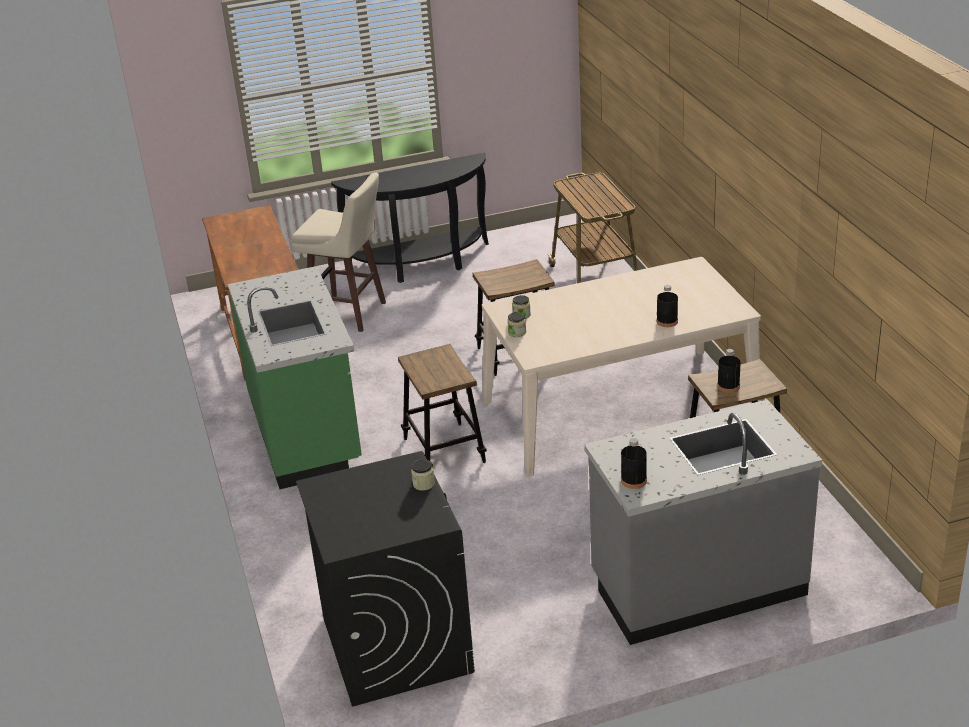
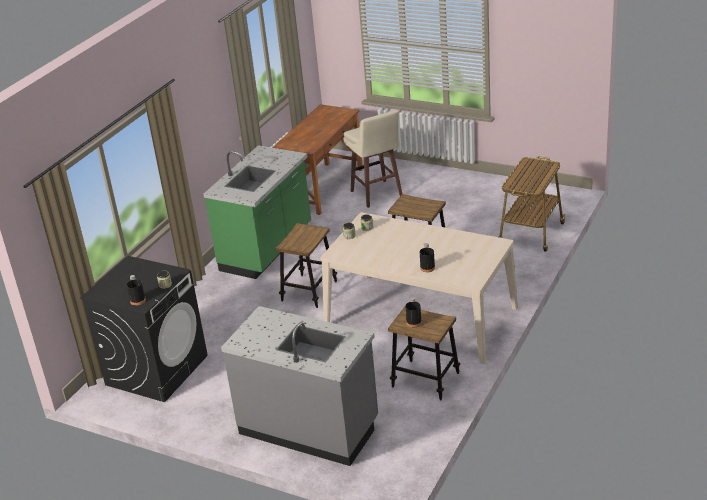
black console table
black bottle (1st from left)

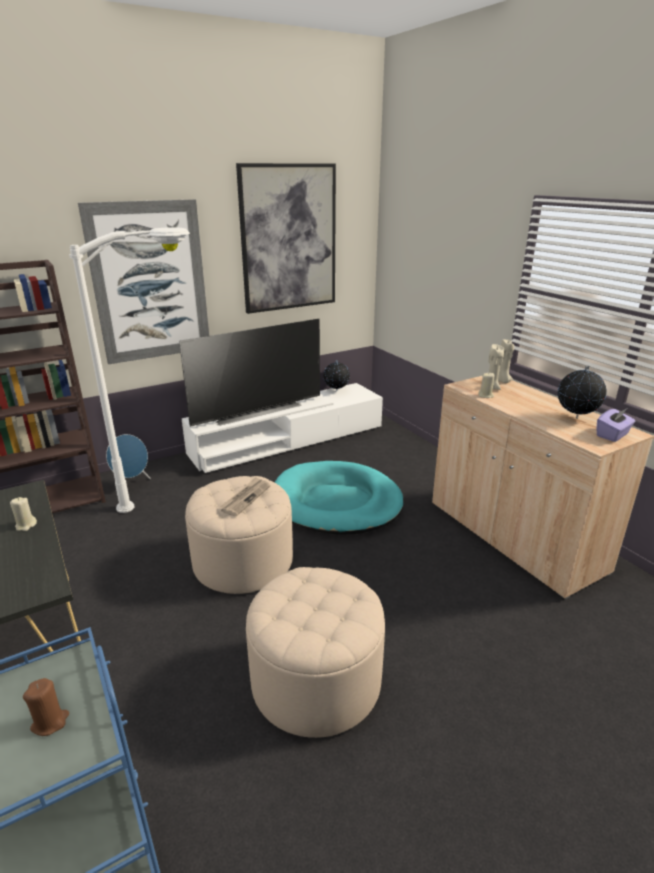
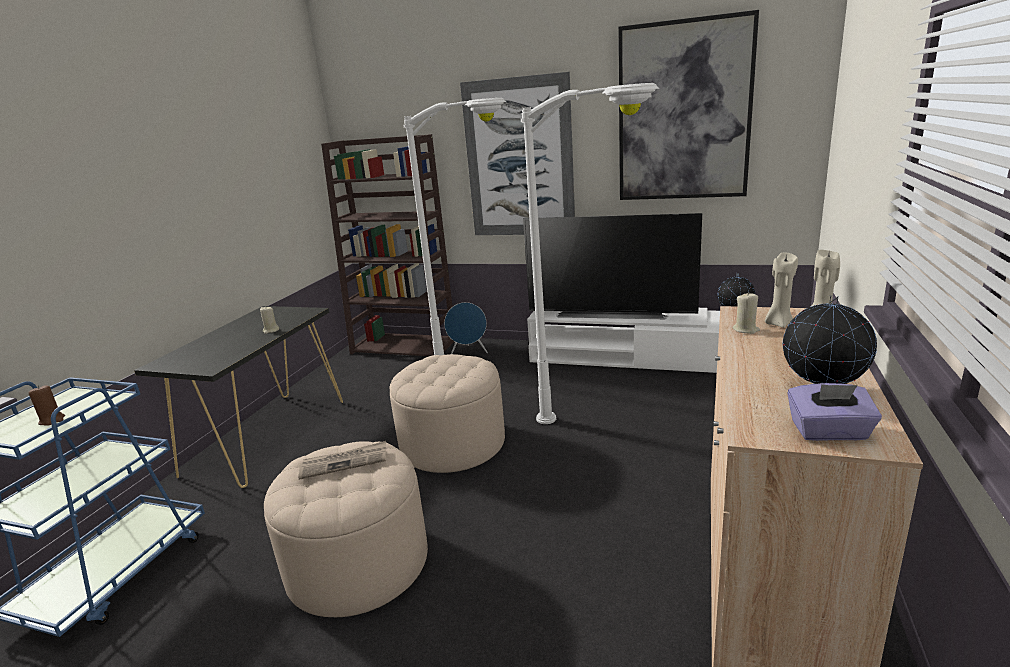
newspaper
white floor lamp (2nd from left)

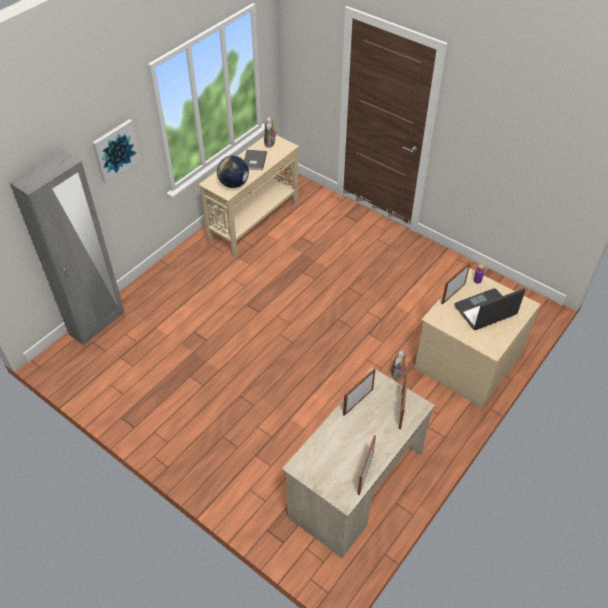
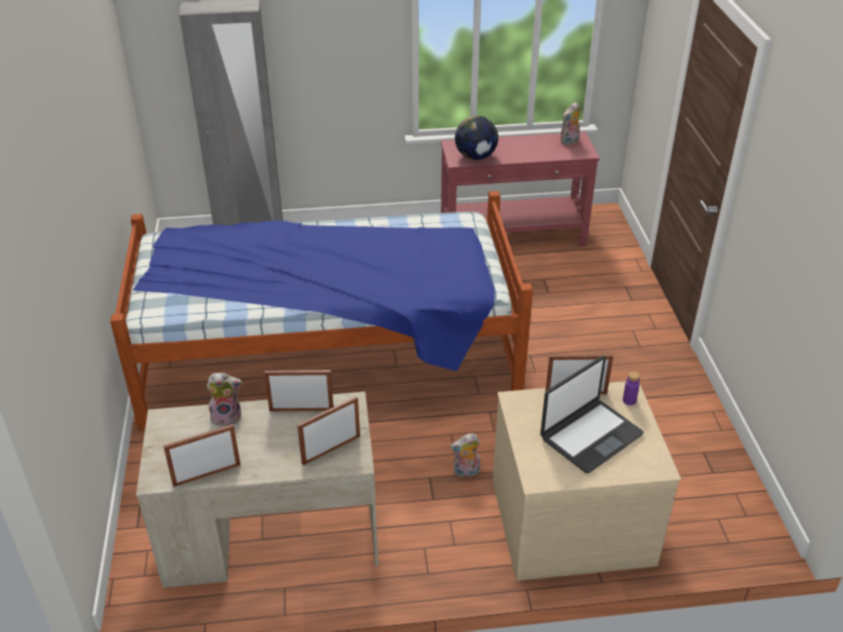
picture
red console table
grey book
laptop
bed
plush toy (1st from left)

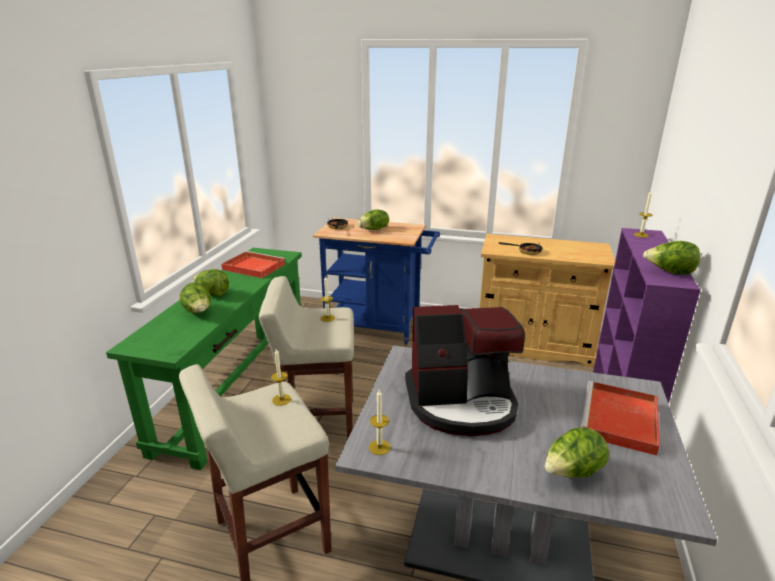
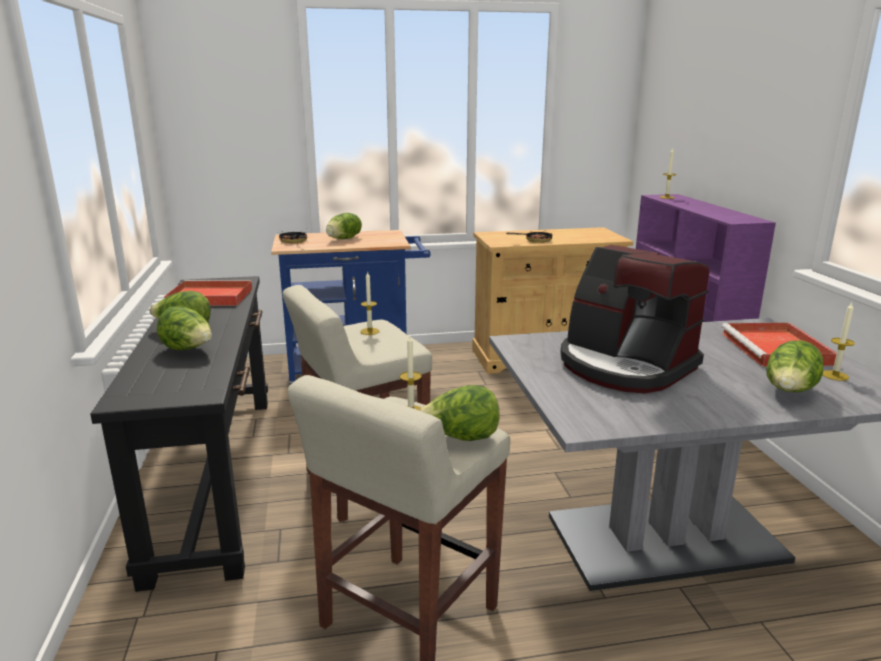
black console table
candle (4th from left)
coffee machine
lettuce (4th from left)

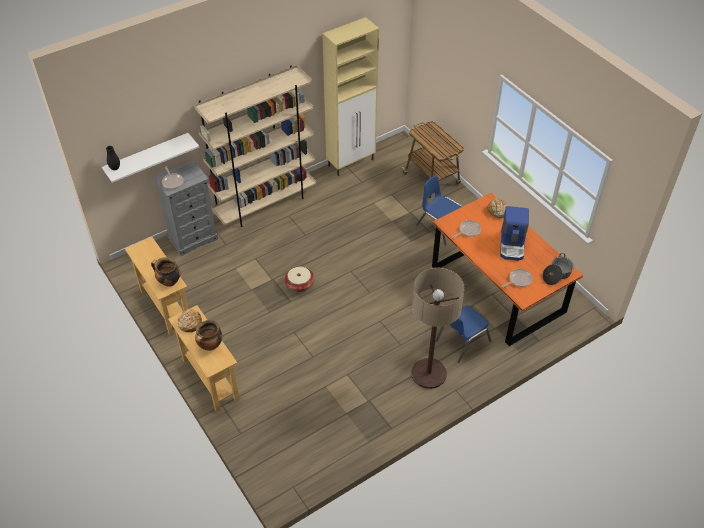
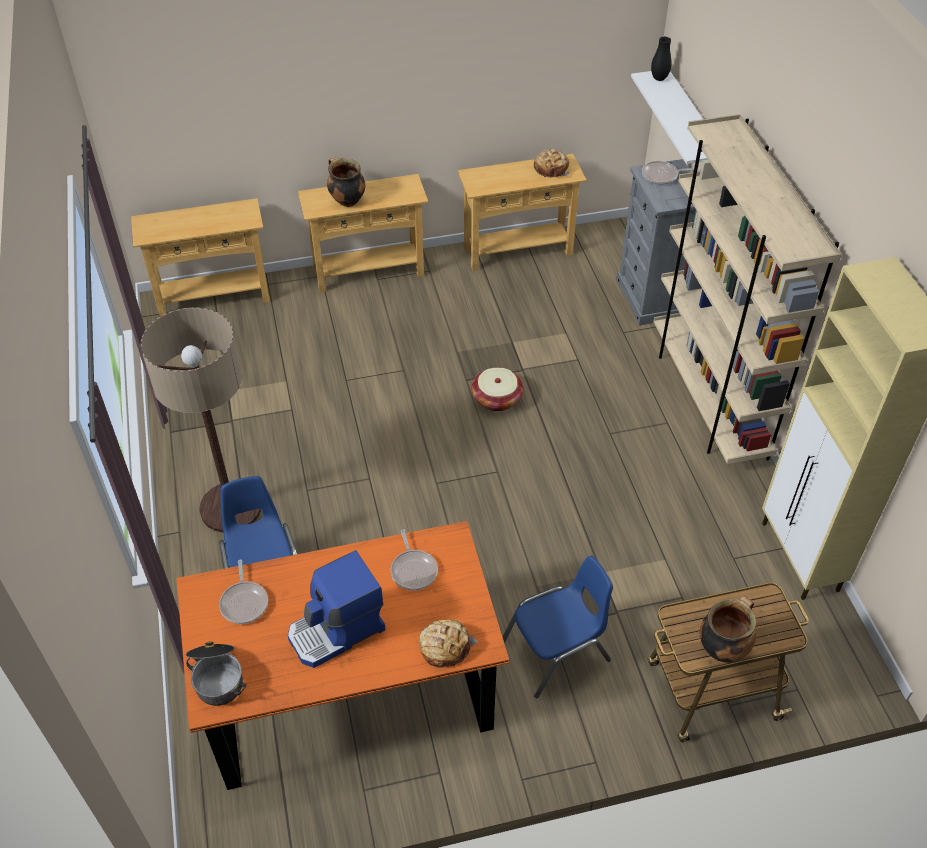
cooking pot (3rd from left)
bread (2nd from left)
coffee machine
beige console table (1st from left)

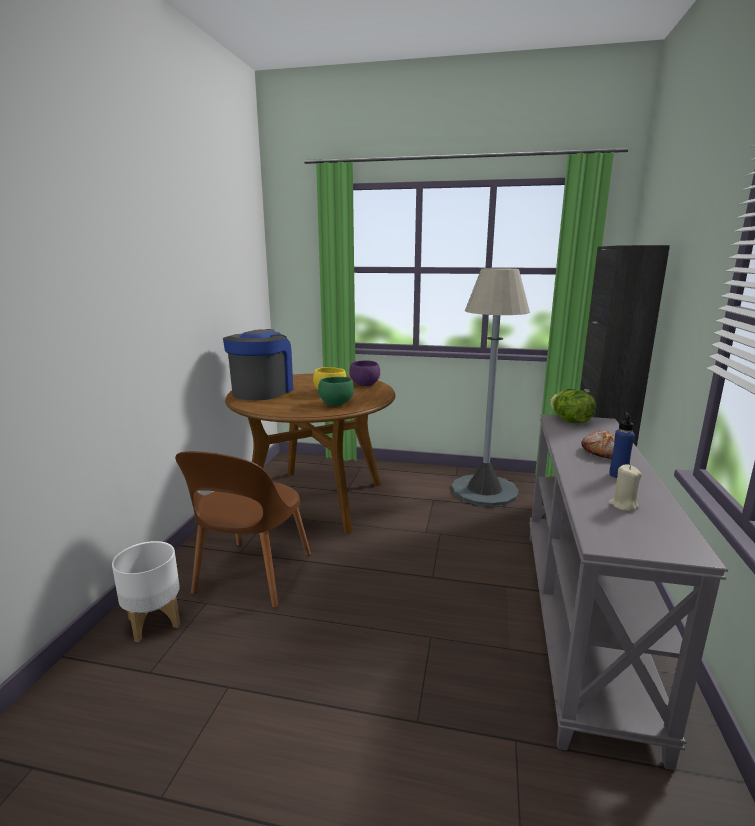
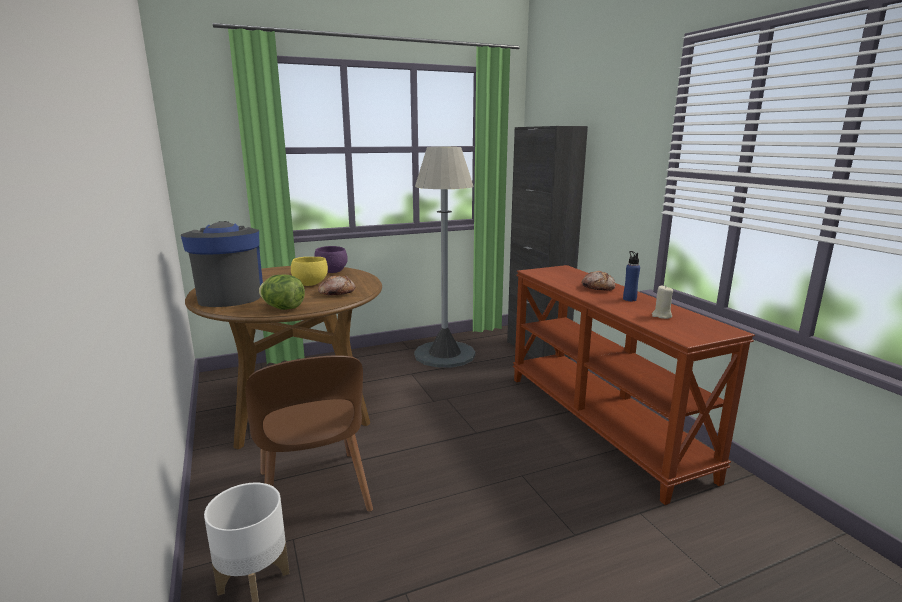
bread (1st from left)
brown console table
lettuce

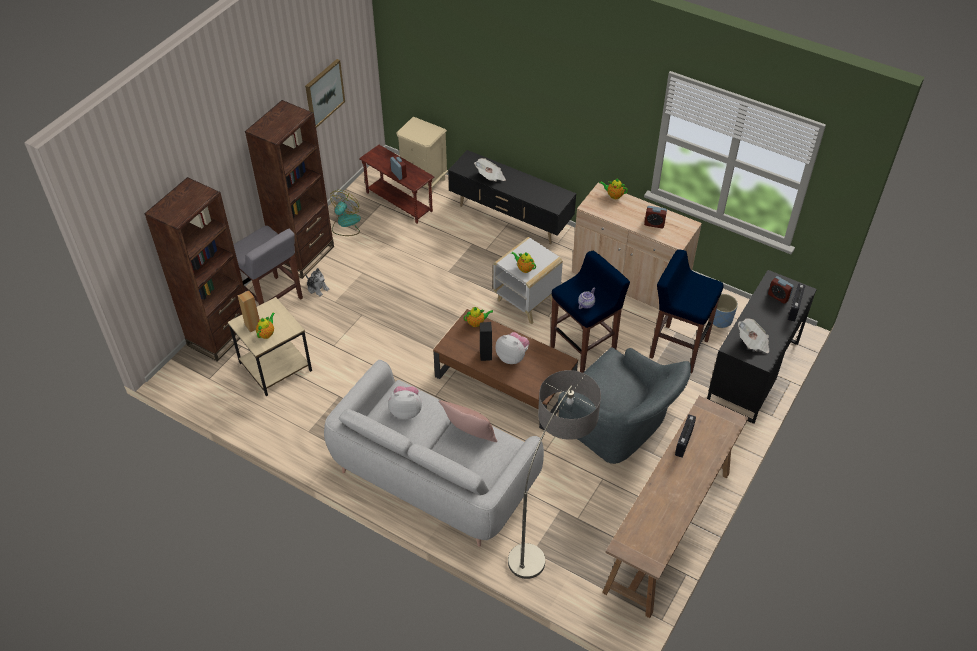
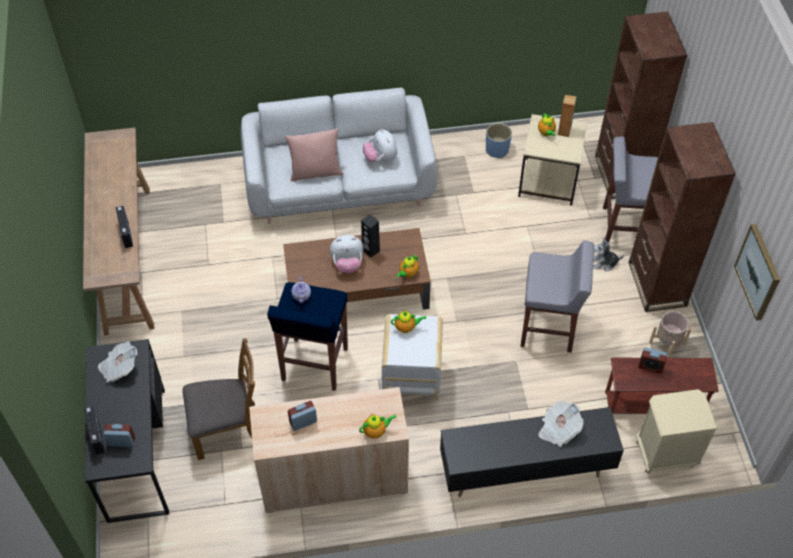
beige planter
plush toy (2nd from left)
floor lamp
grey armchair
brown chair
blue planter
grey stool (1st from left)

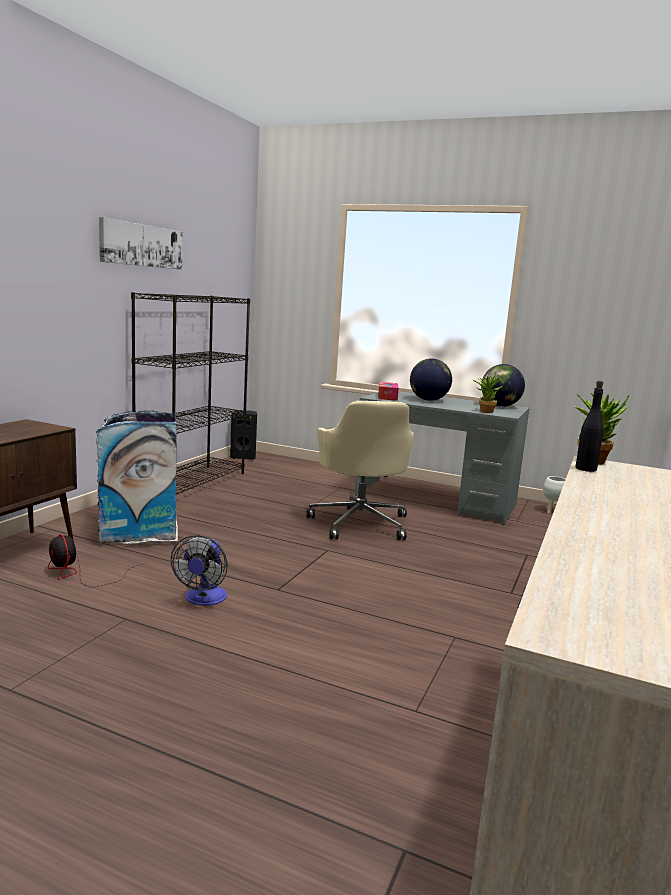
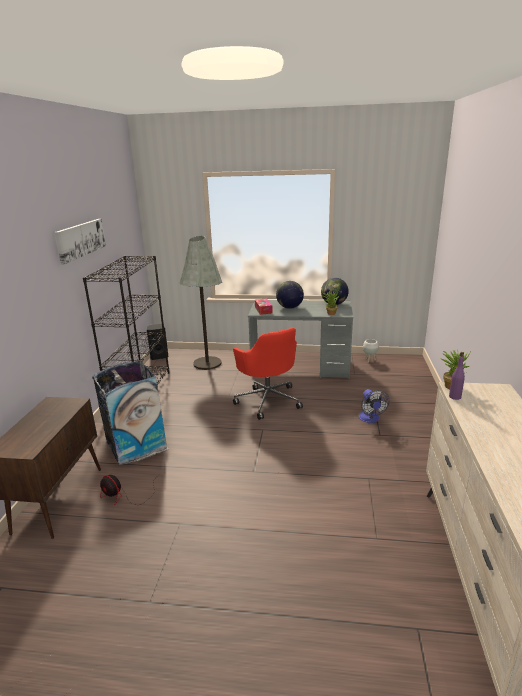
fan (2nd from left)
red office chair
purple bottle
grey floor lamp

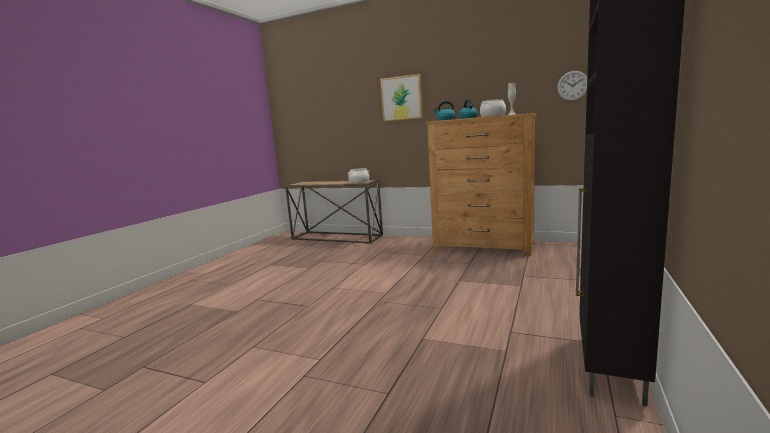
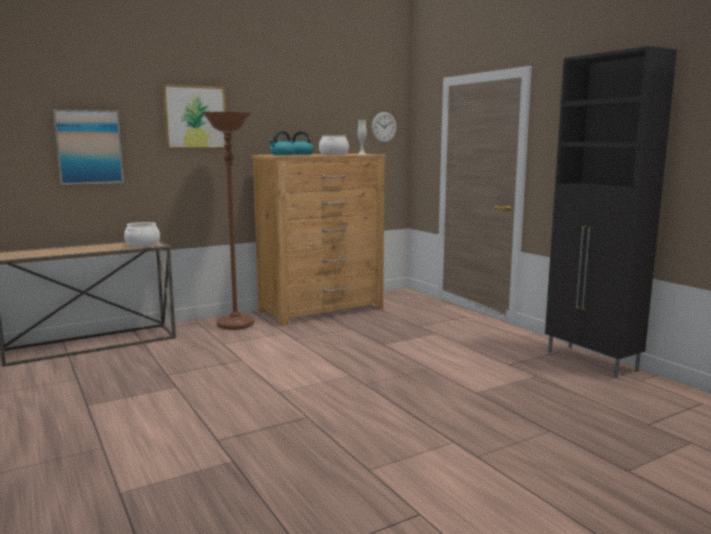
picture (1st from left)
brown floor lamp

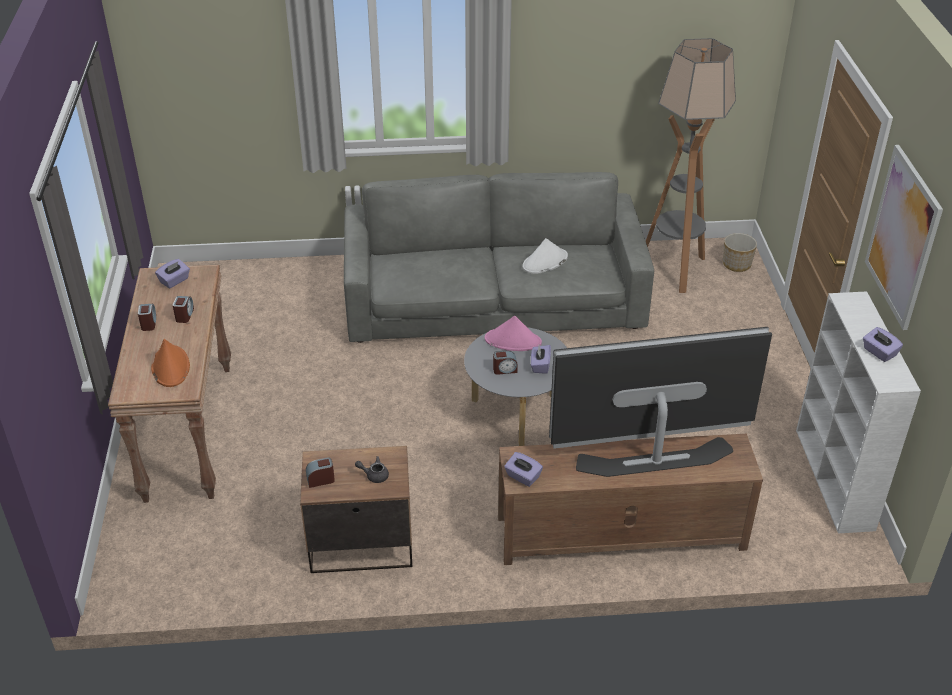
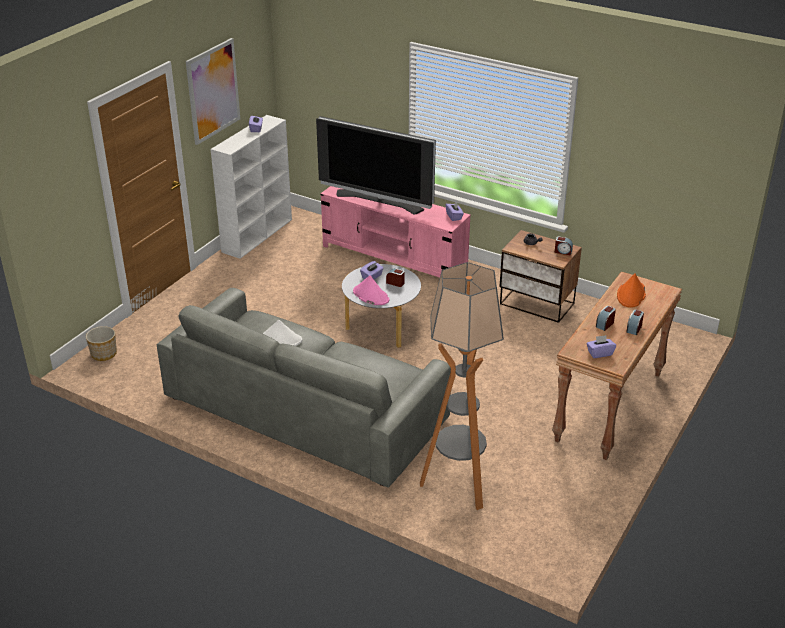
pink tv stand
floor lamp

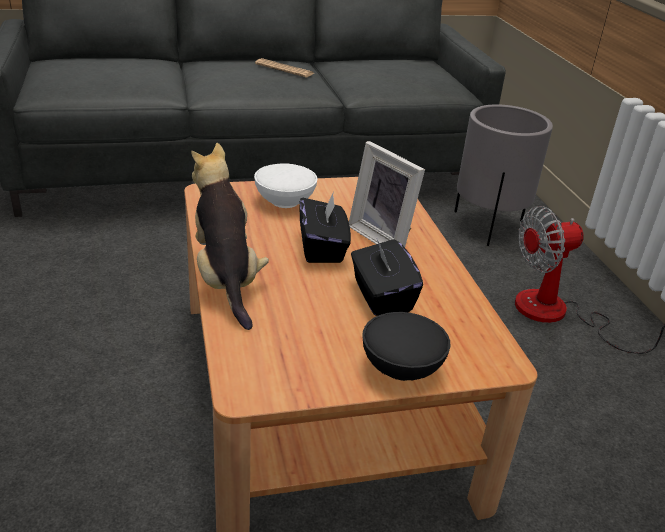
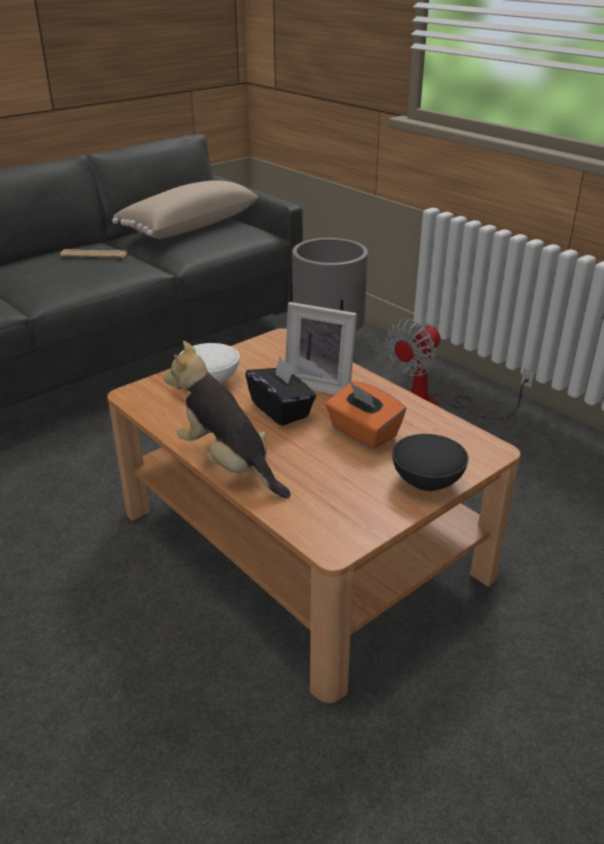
orange tissue box
beige pillow

